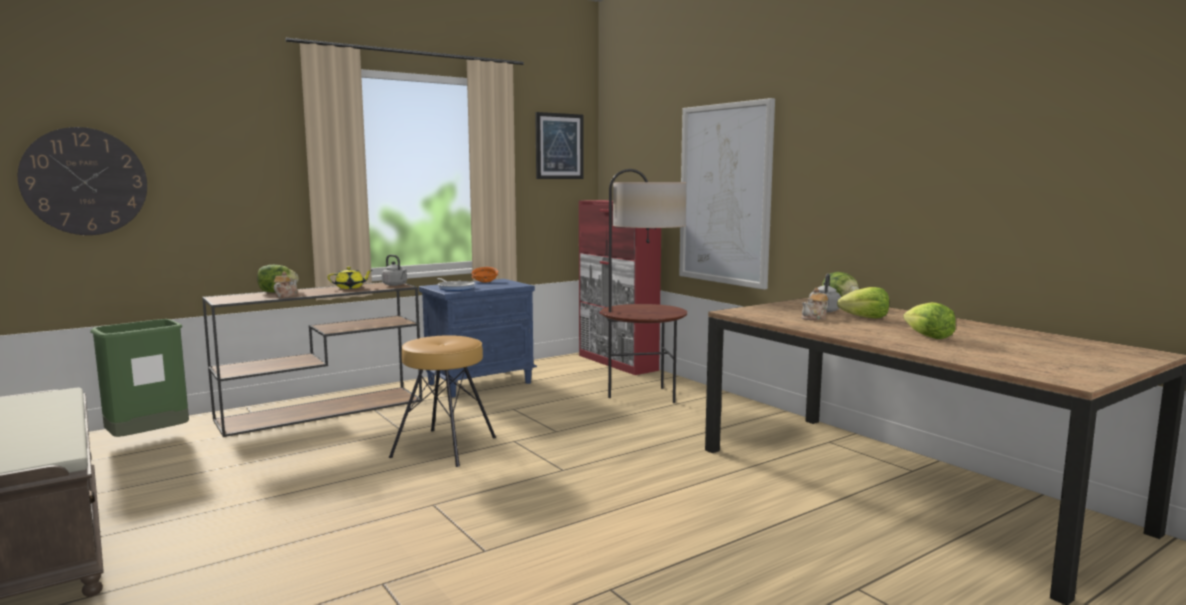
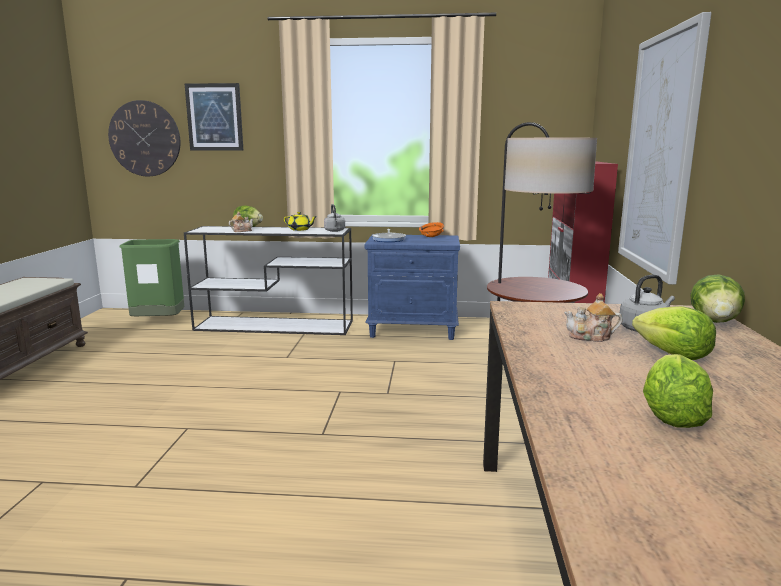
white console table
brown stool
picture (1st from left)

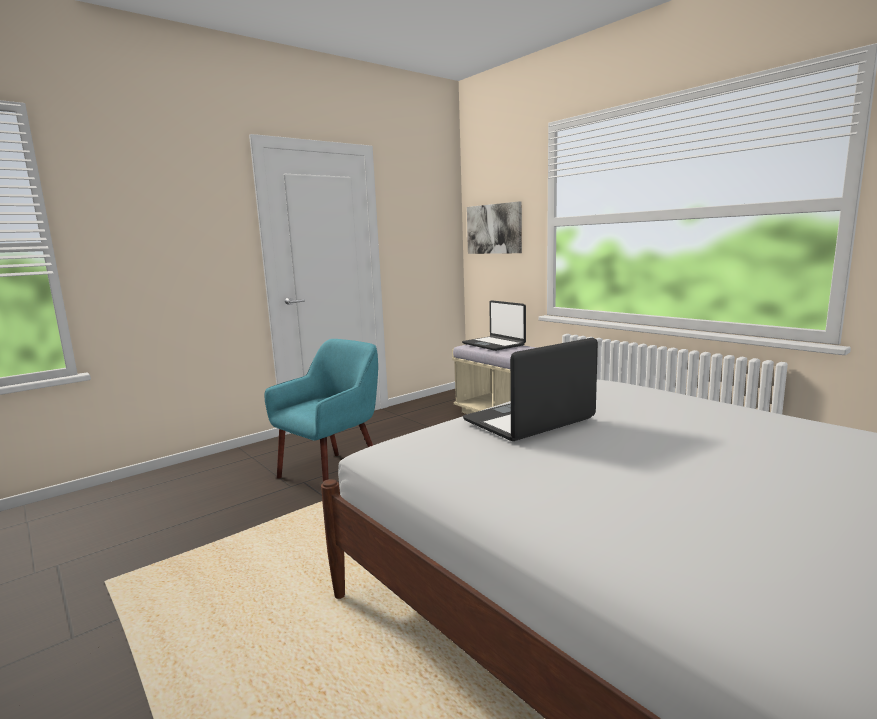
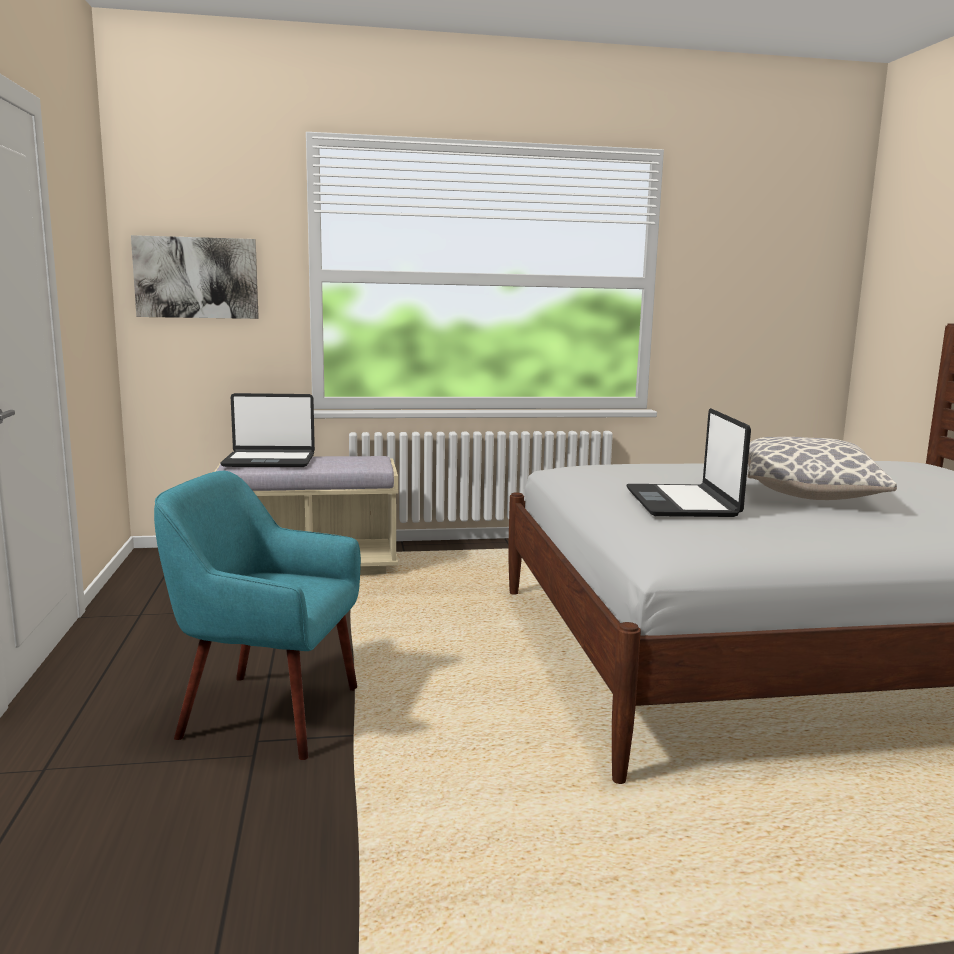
turquoise armchair
pillow

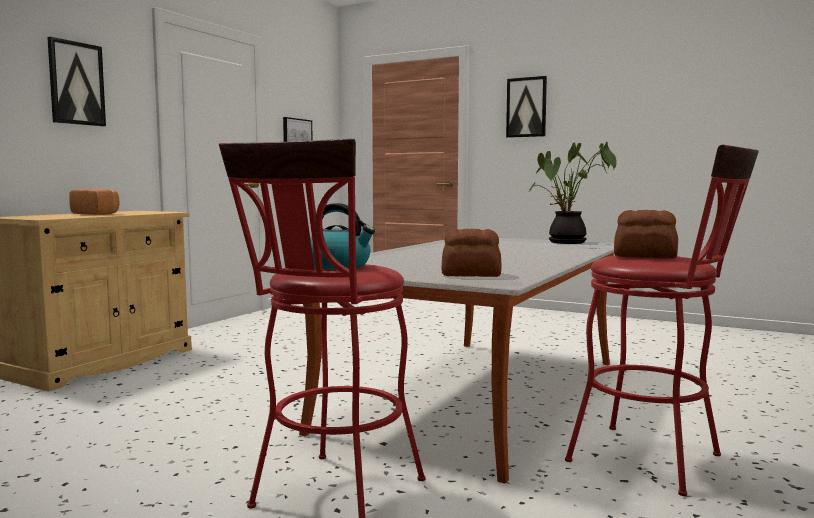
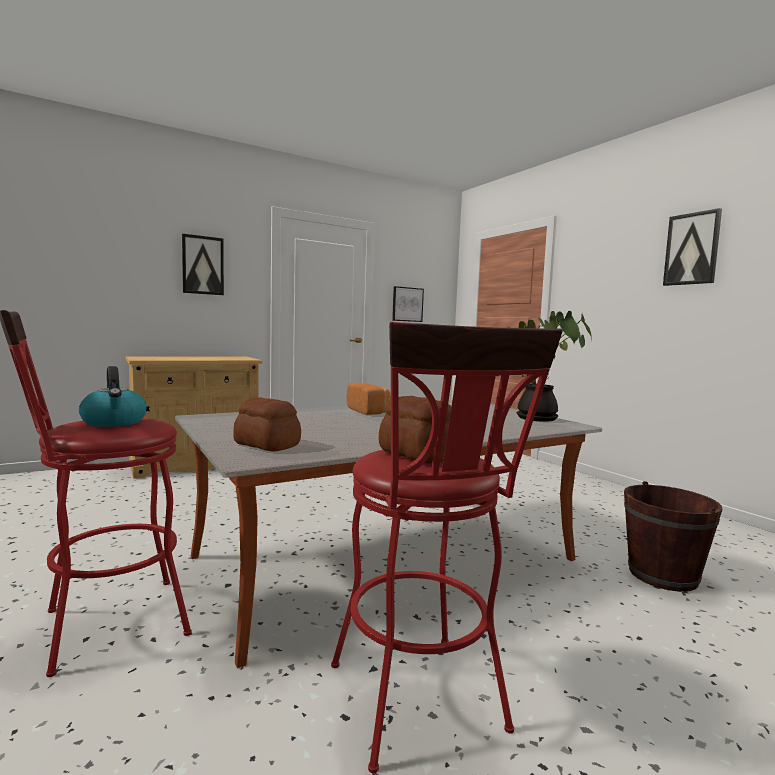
bread (2nd from left)
picture (3rd from left)
brown bucket

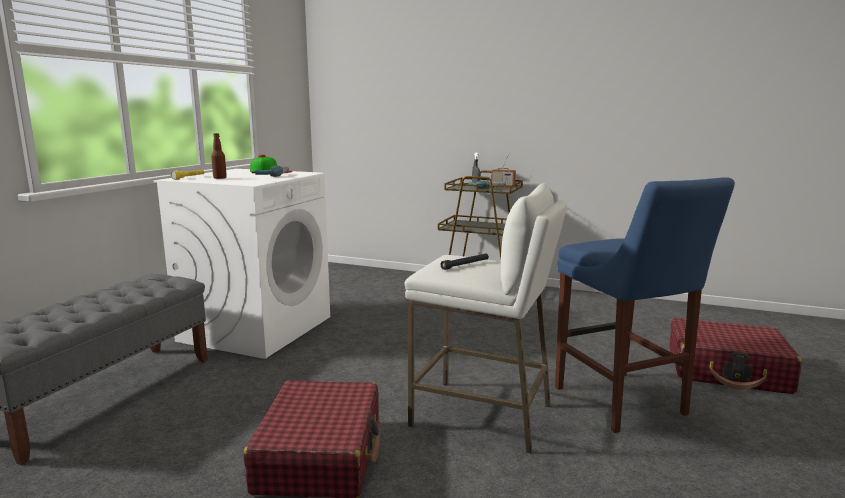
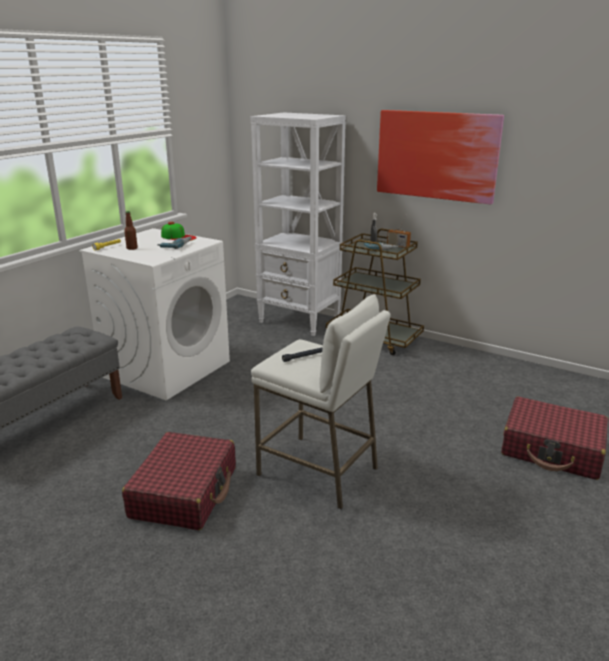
blue stool
white bookcase
picture

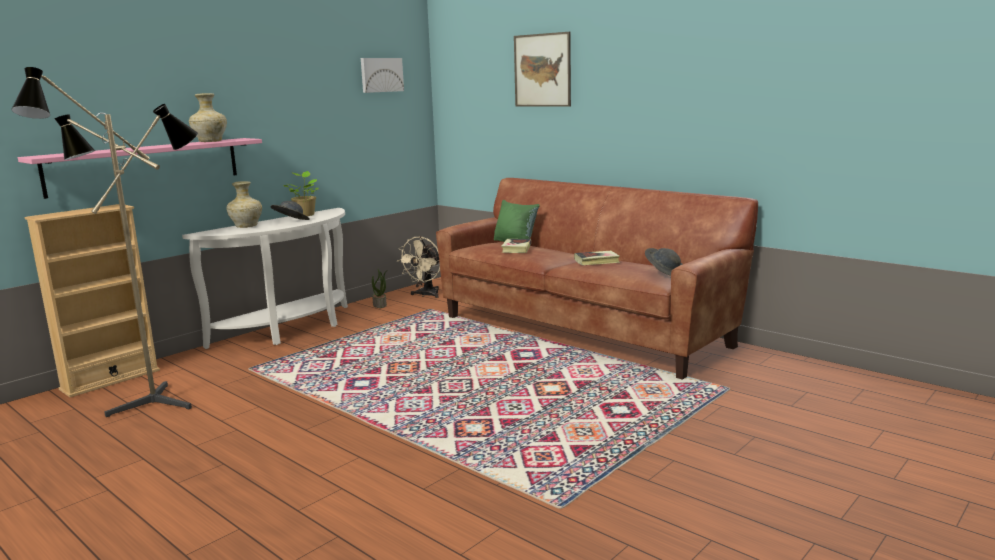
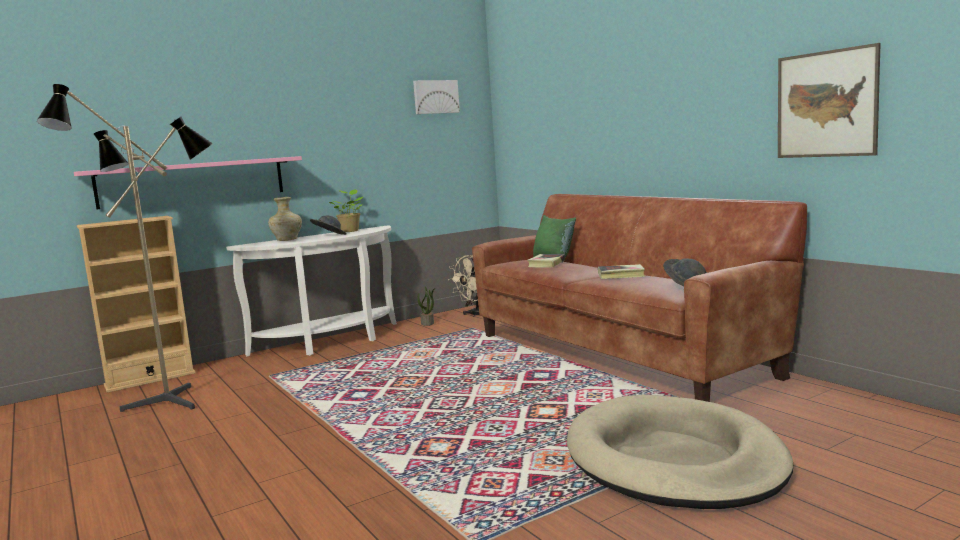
beige vase (1st from left in the first image)
picture (2nd from left)
beige dog bed

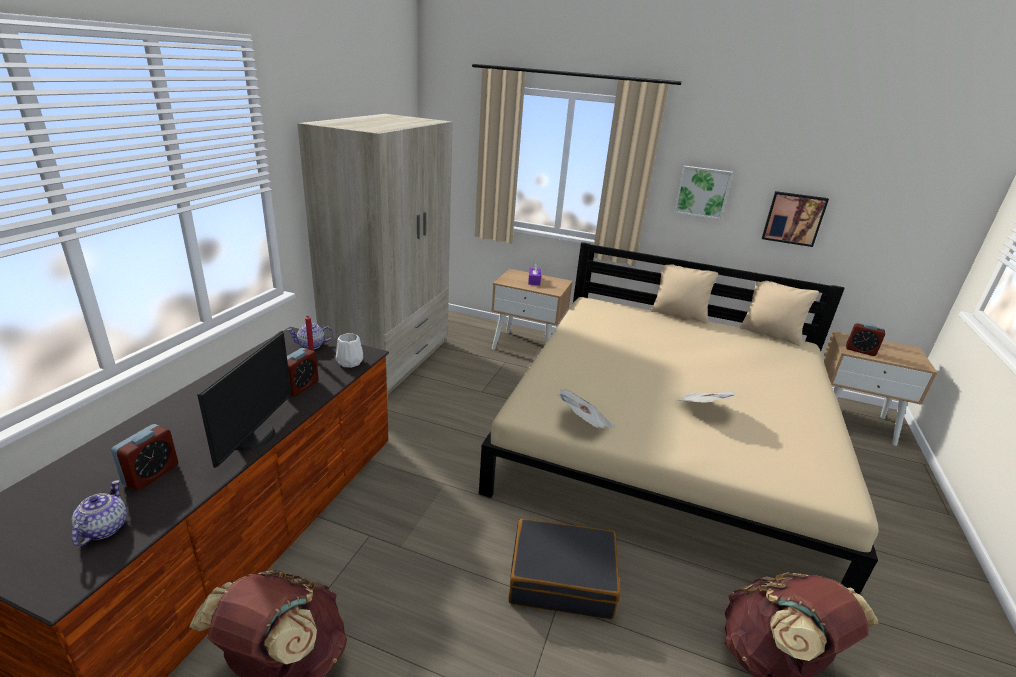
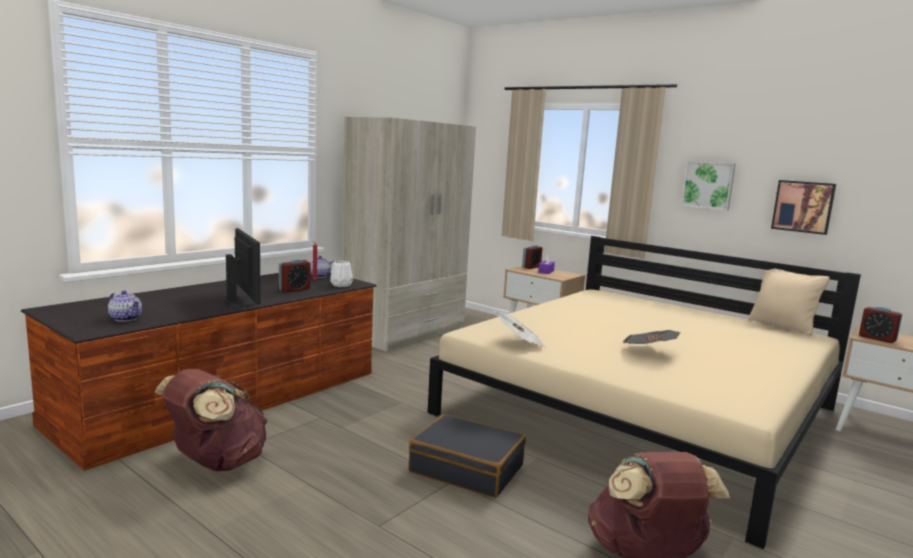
teapot (1st from left)
alarm clock (2nd from left)
monitor
beige pillow (1st from left in the first image)

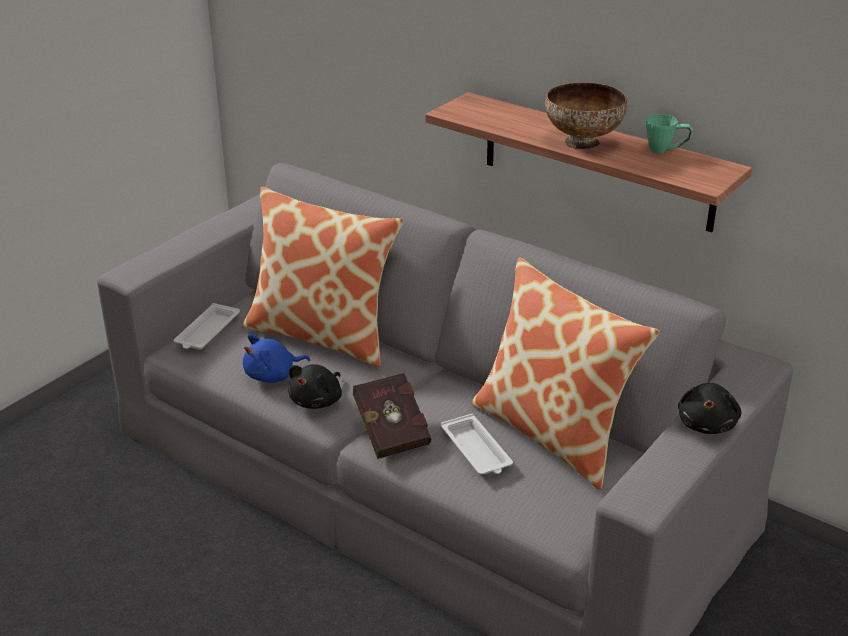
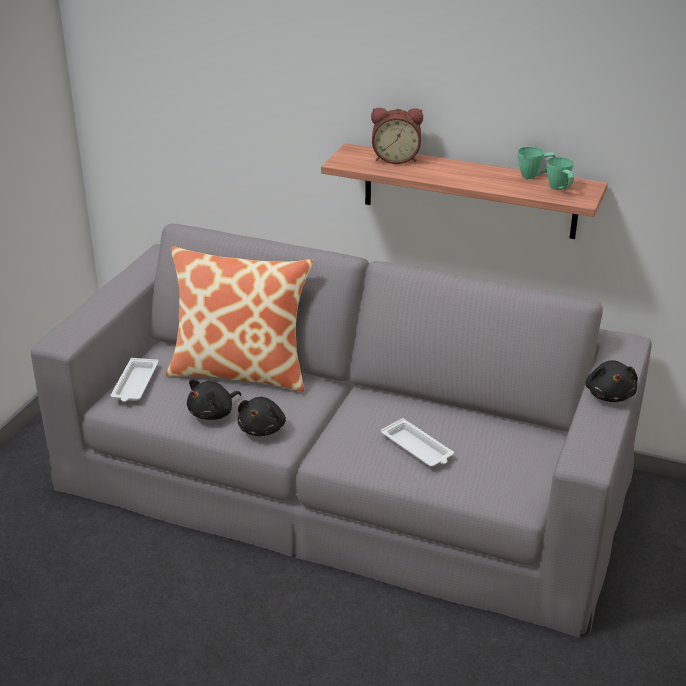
black plush toy (1st from left)
red book
pillow (2nd from left in the first image)
bowl
alarm clock
green mug (2nd from left)

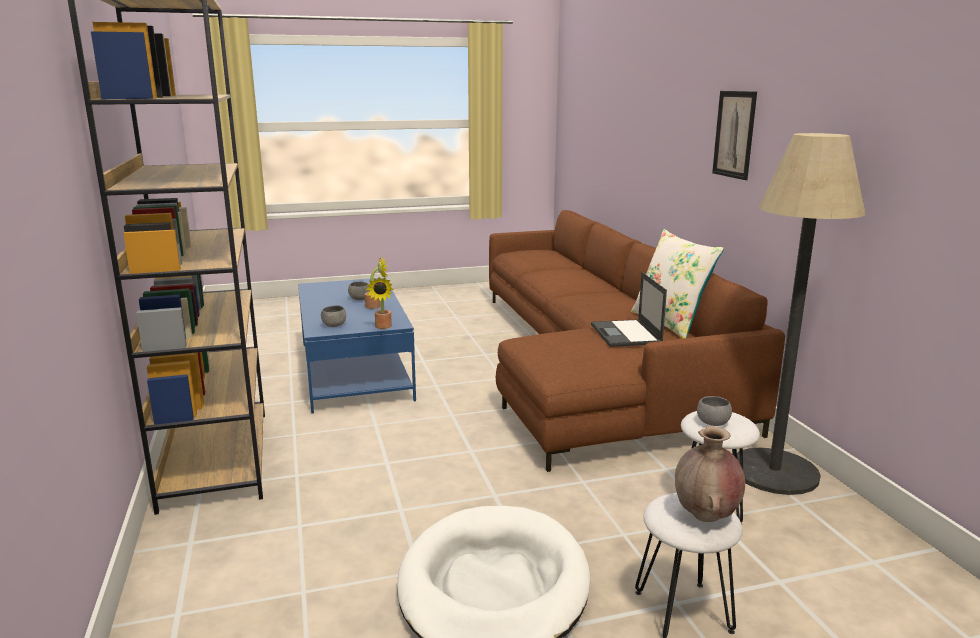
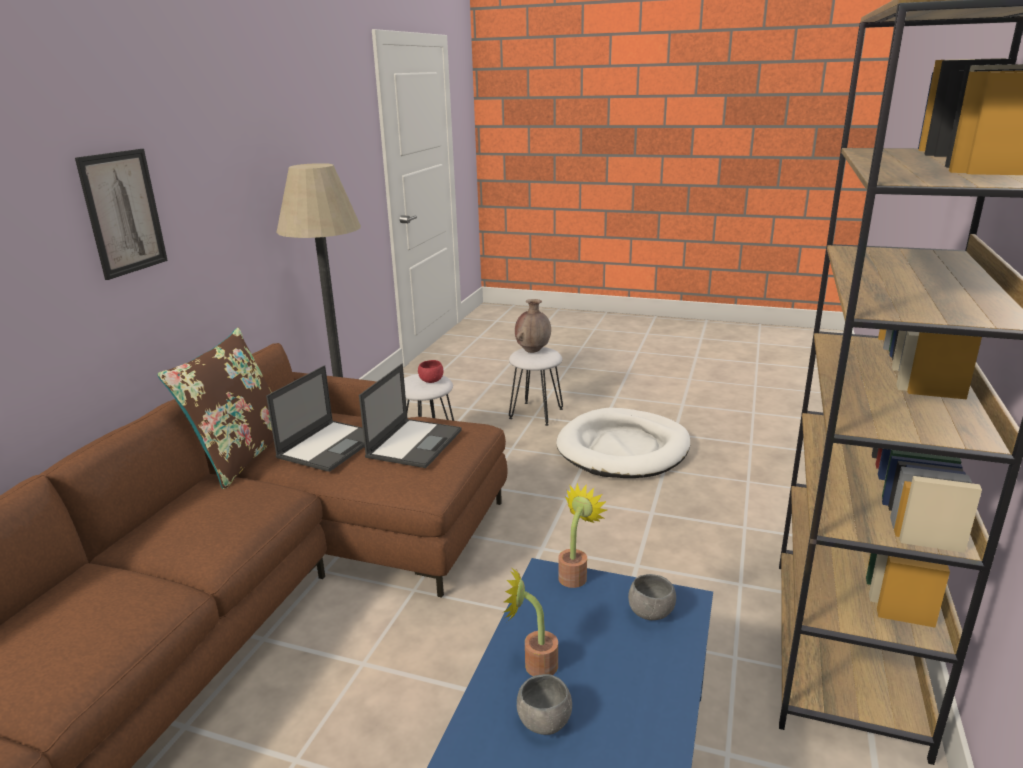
brown pillow
red bowl
laptop (2nd from left)

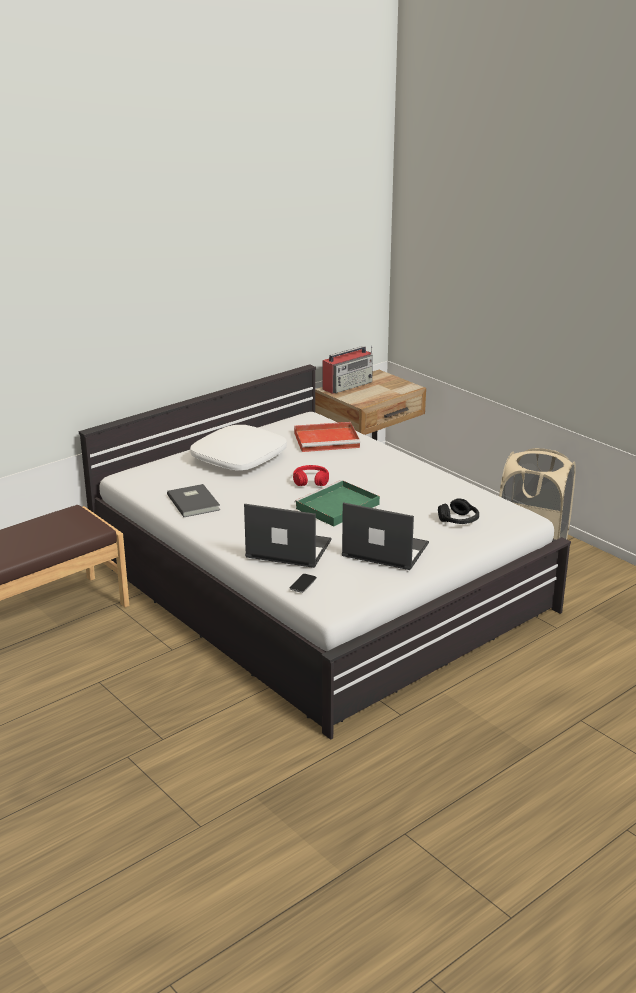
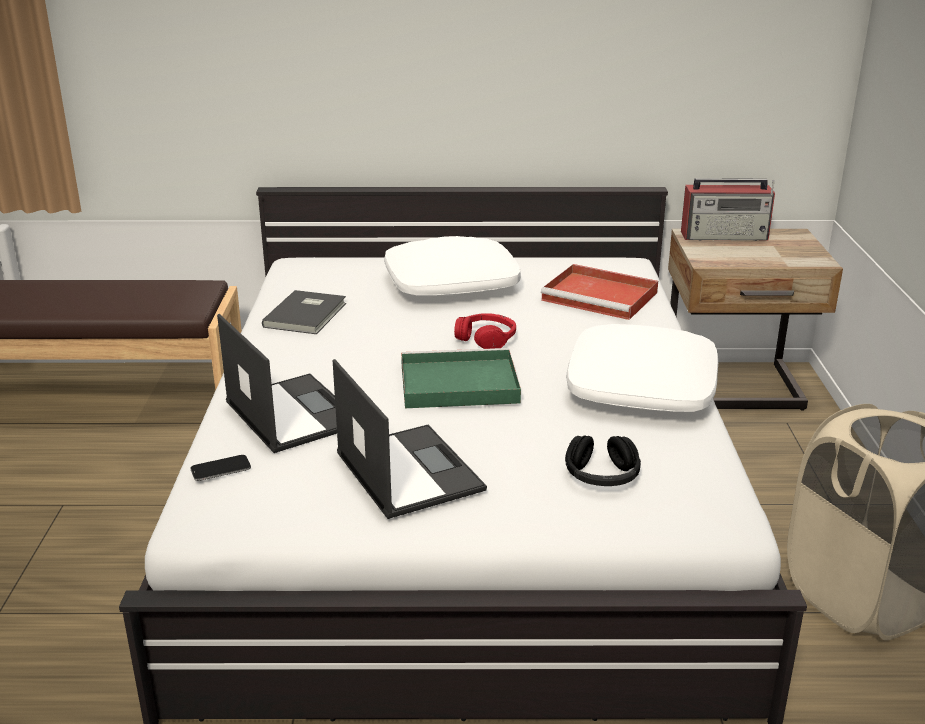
white pillow (2nd from left)

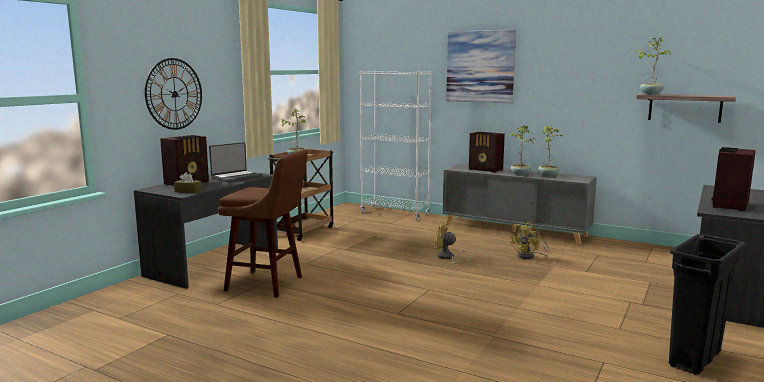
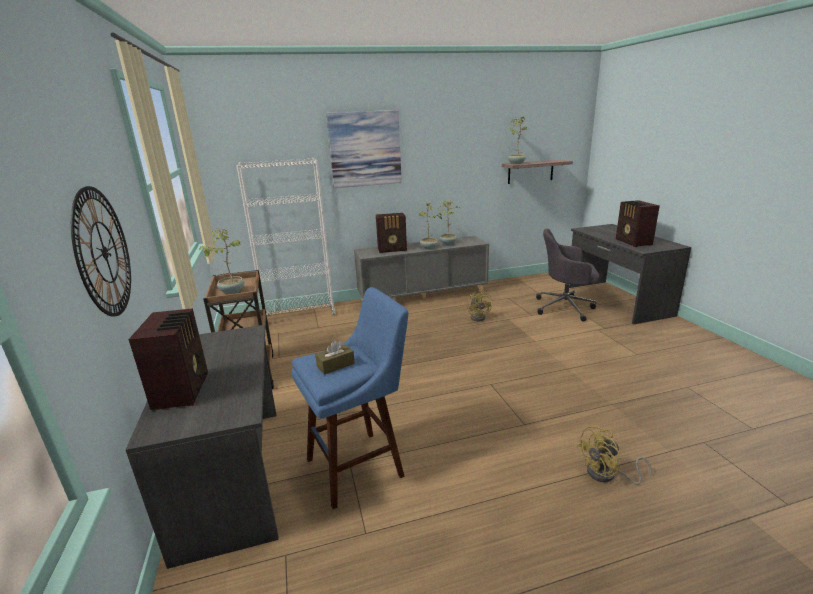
brown tissue box
laptop
blue stool
yellow fan (2nd from left)
black trash can
grey office chair

